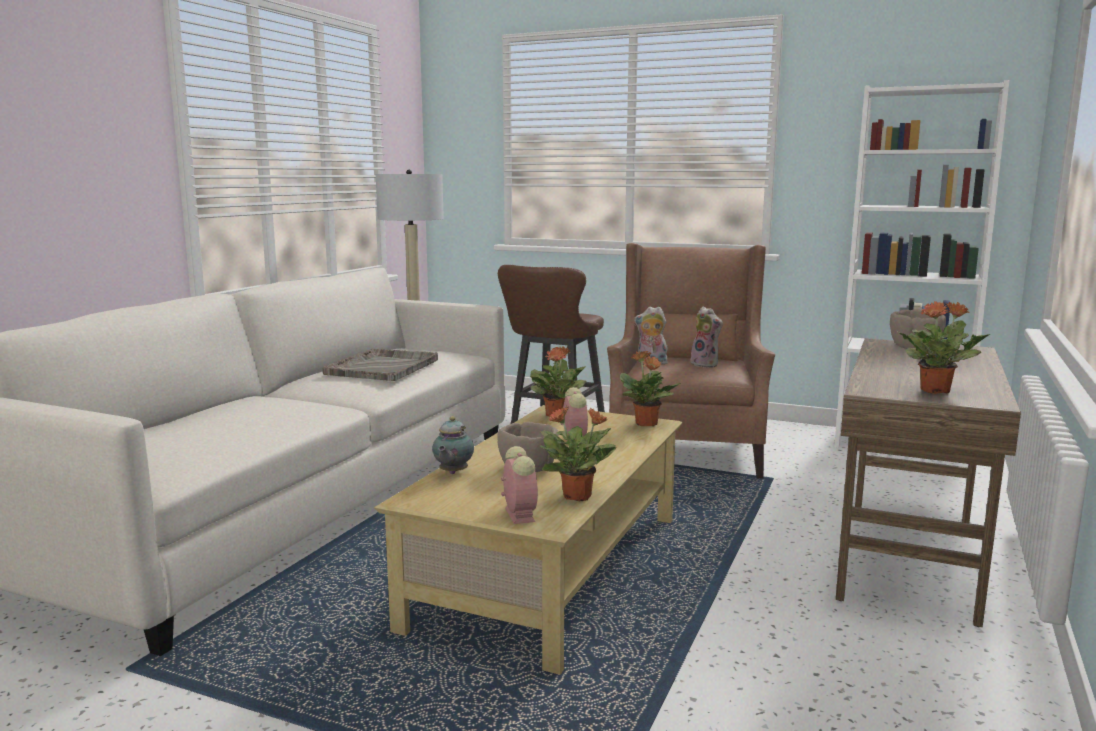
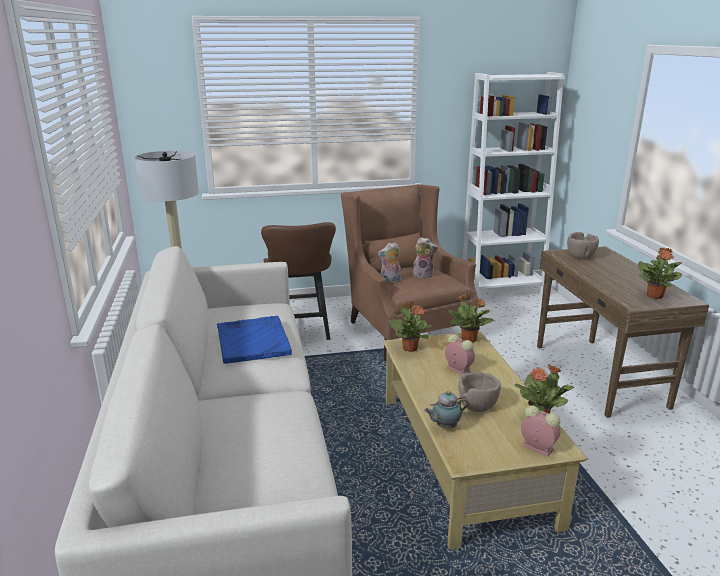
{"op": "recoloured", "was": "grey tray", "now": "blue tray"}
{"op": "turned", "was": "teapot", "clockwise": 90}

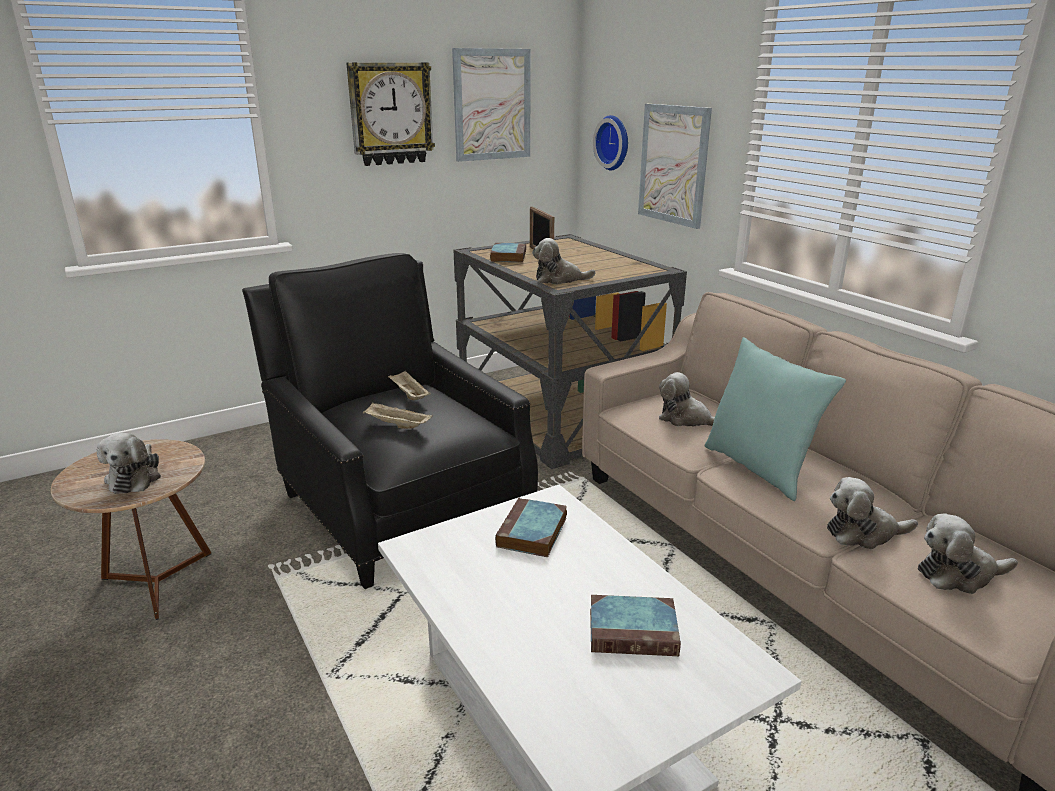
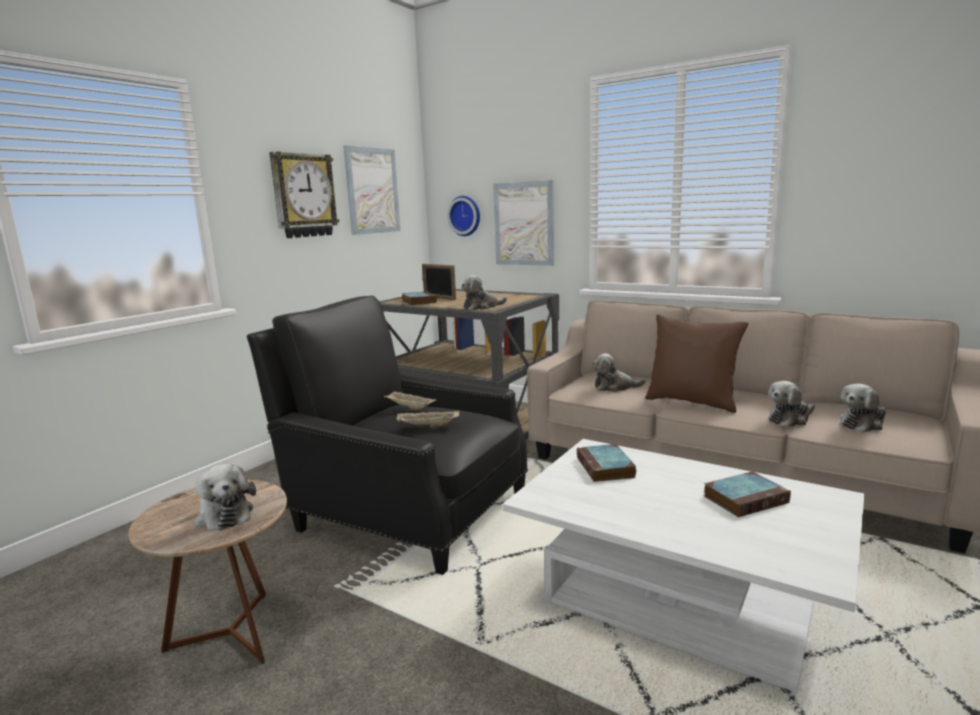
{"op": "recoloured", "was": "turquoise pillow", "now": "brown pillow"}

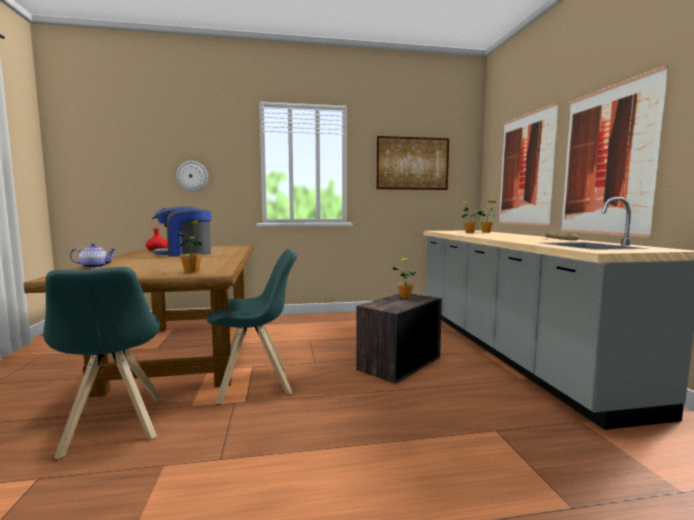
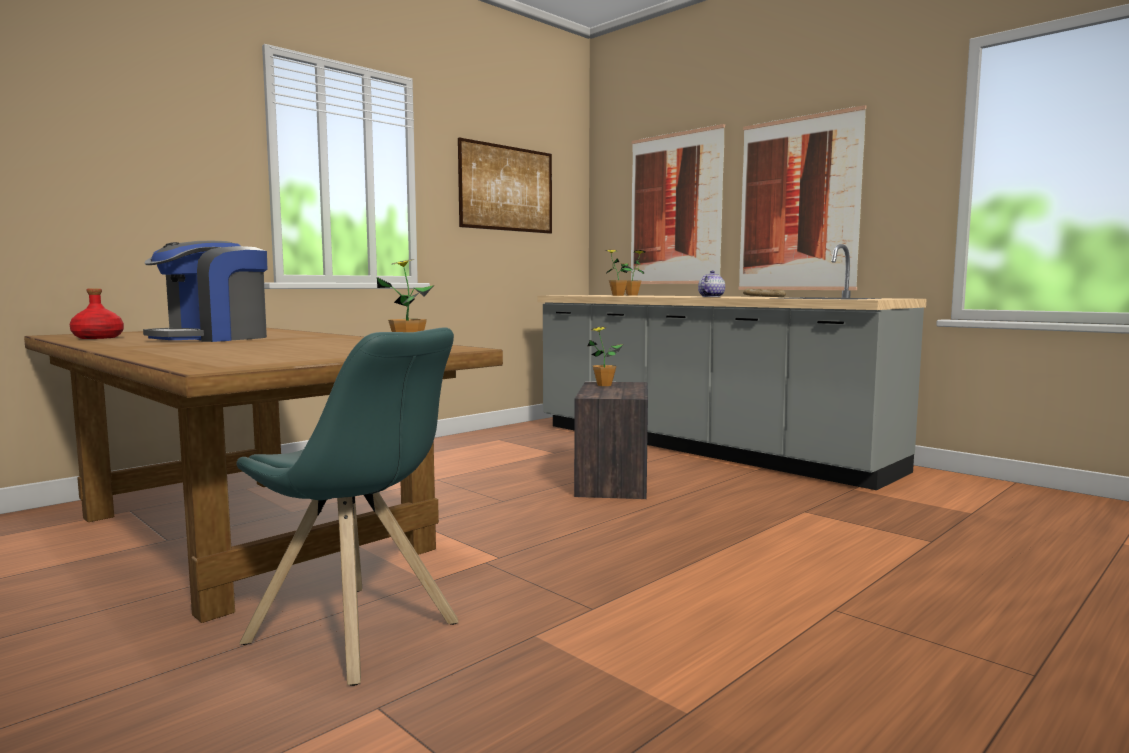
{"op": "removed", "was": "wall clock"}
{"op": "moved", "was": "teapot"}
{"op": "removed", "was": "turquoise chair (2nd from left)"}

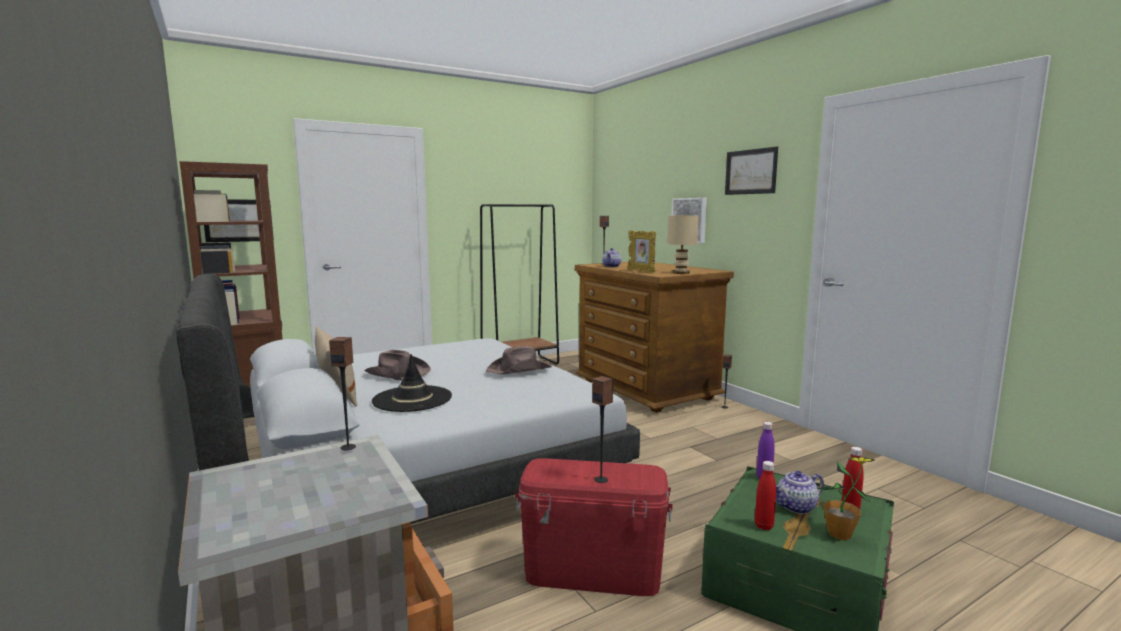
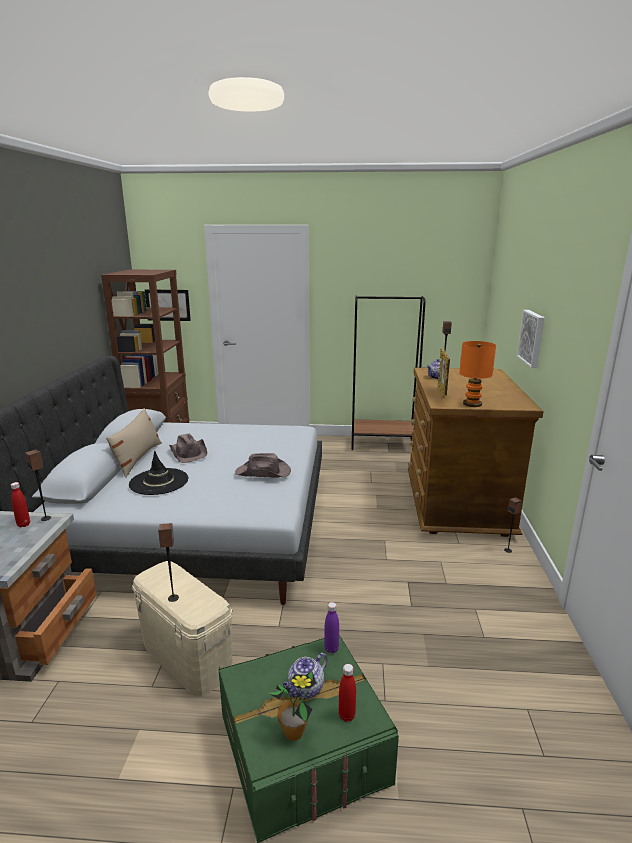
{"op": "removed", "was": "picture (3rd from left)"}
{"op": "recoloured", "was": "beige table lamp", "now": "orange table lamp"}
{"op": "recoloured", "was": "red storage box", "now": "beige storage box"}
{"op": "moved", "was": "red bottle (1st from left)"}
{"op": "turned", "was": "teapot (2nd from left in the first image)", "clockwise": -60}

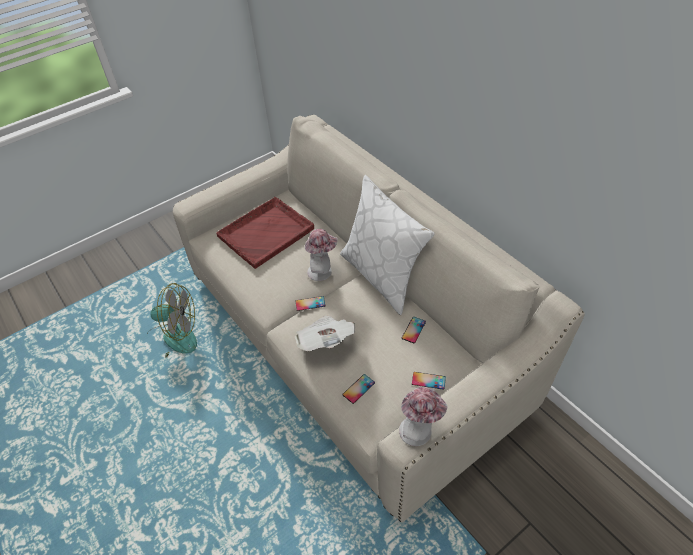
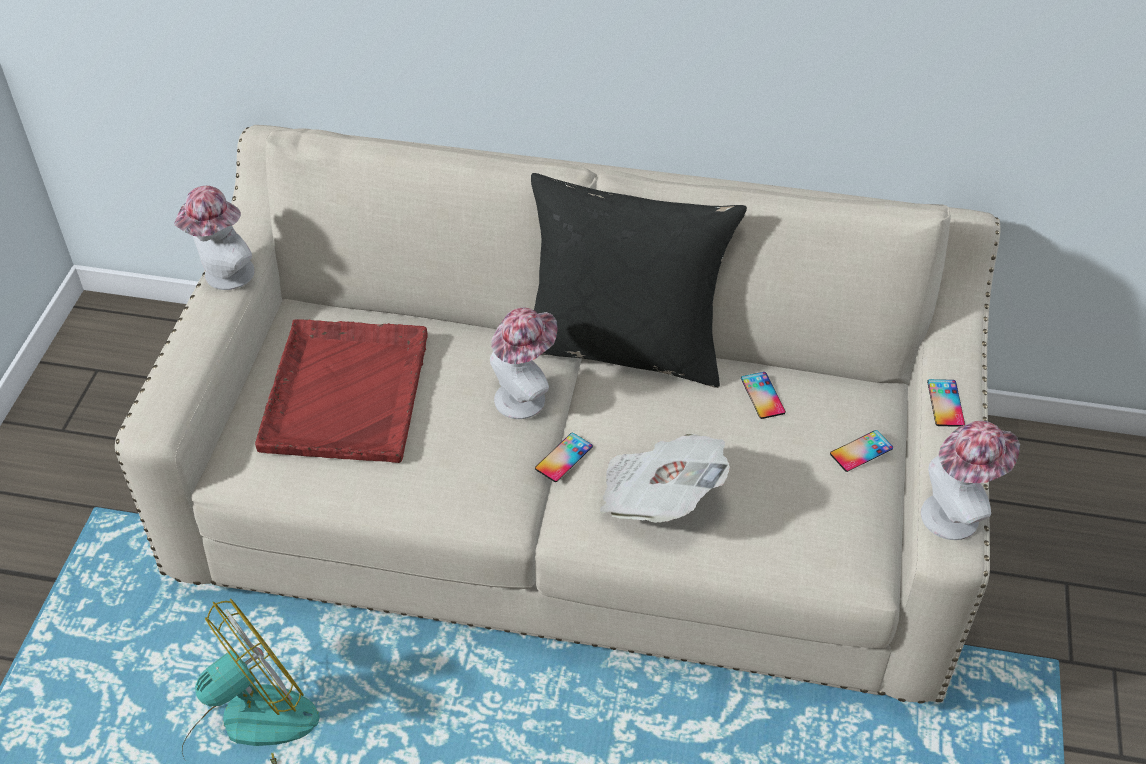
{"op": "recoloured", "was": "white pillow", "now": "black pillow"}
{"op": "moved", "was": "phone (2nd from left in the first image)", "now": "phone (4th from left)"}
{"op": "added", "now": "hat (1st from left)"}

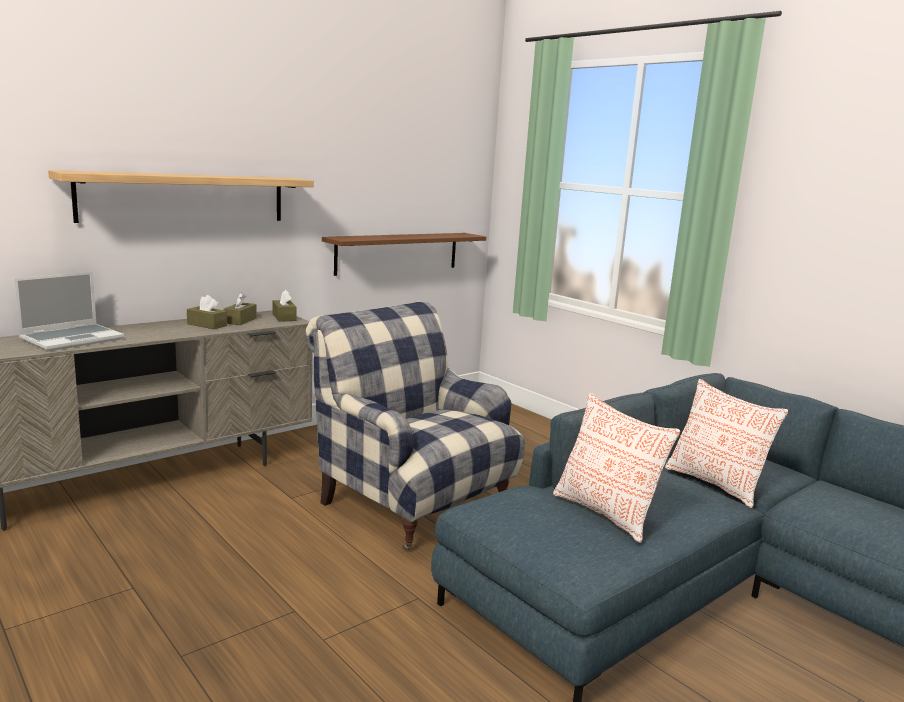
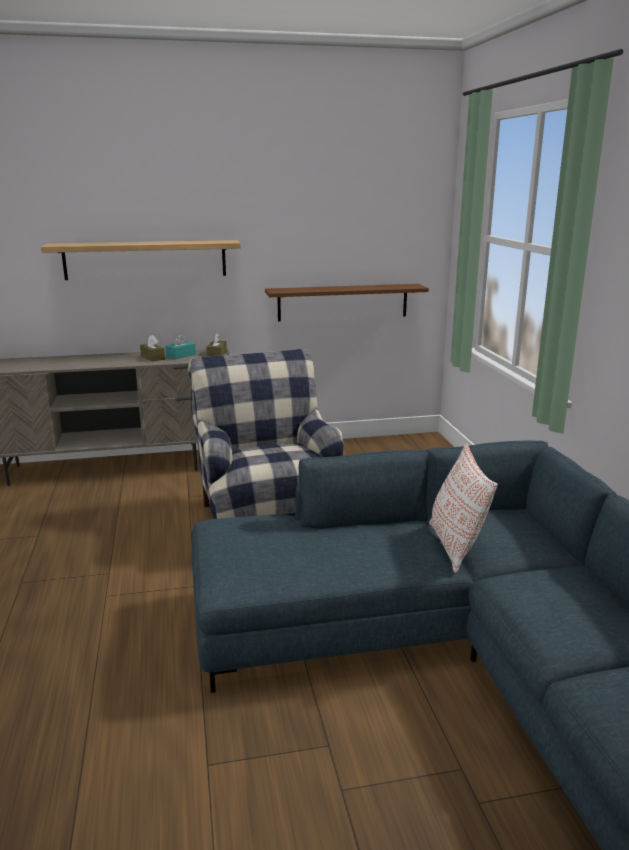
{"op": "removed", "was": "laptop"}
{"op": "recoloured", "was": "brown tissue box (2nd from left)", "now": "turquoise tissue box"}
{"op": "removed", "was": "white pillow (1st from left)"}

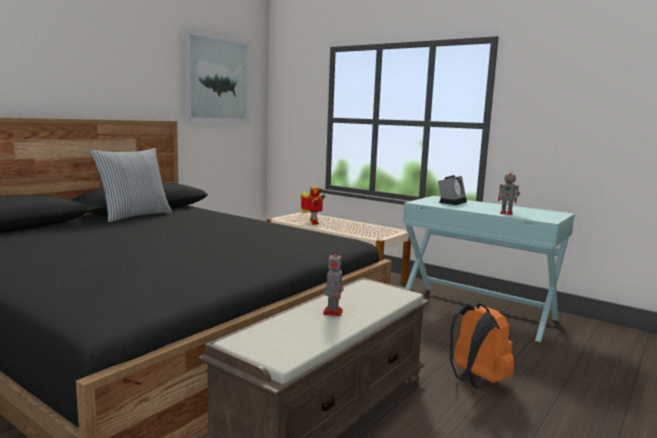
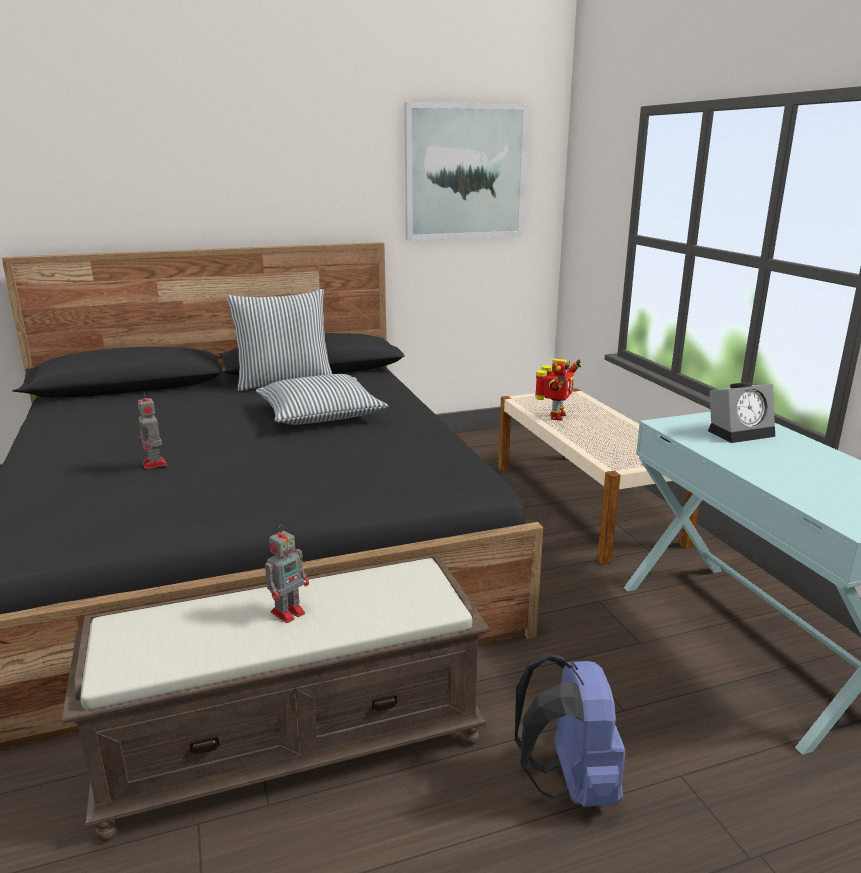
{"op": "moved", "was": "toy robot (3rd from left in the first image)", "now": "toy robot (1st from left)"}
{"op": "recoloured", "was": "orange backpack", "now": "blue backpack"}
{"op": "added", "now": "pillow (2nd from left)"}

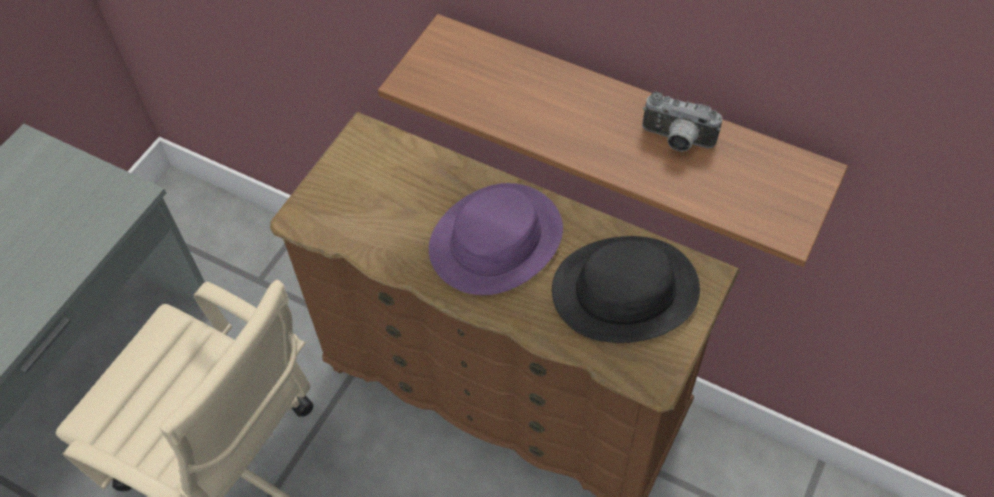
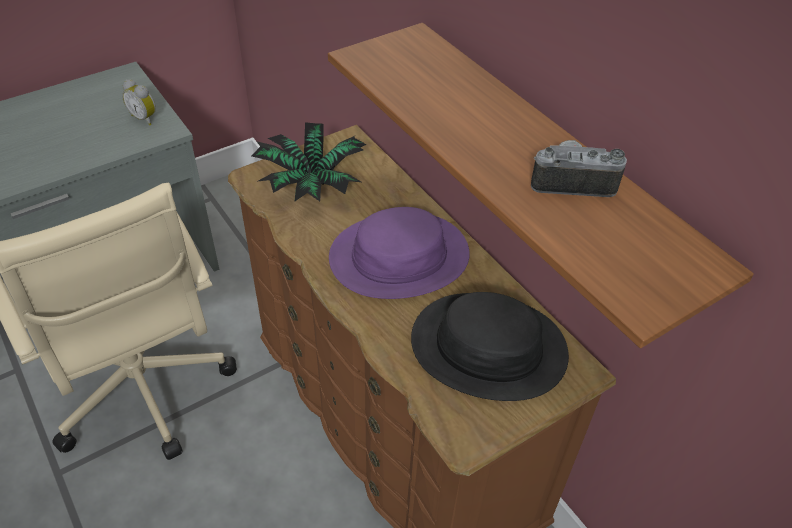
{"op": "turned", "was": "photo camera", "clockwise": 135}
{"op": "added", "now": "alarm clock"}
{"op": "added", "now": "potted plant"}

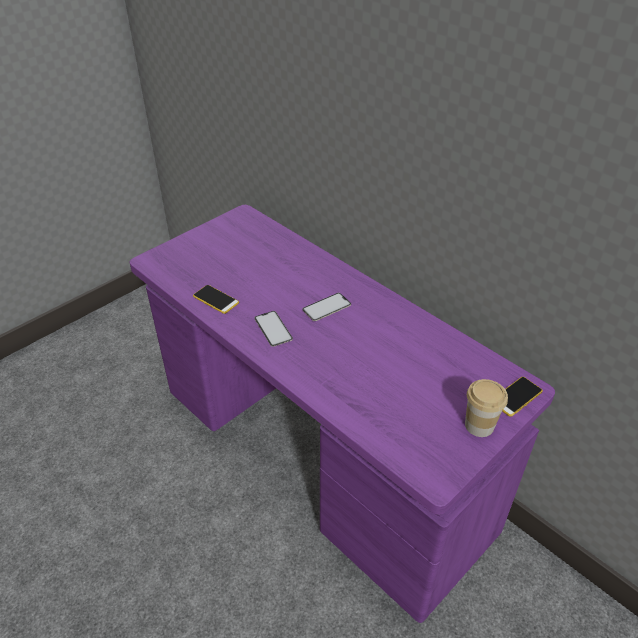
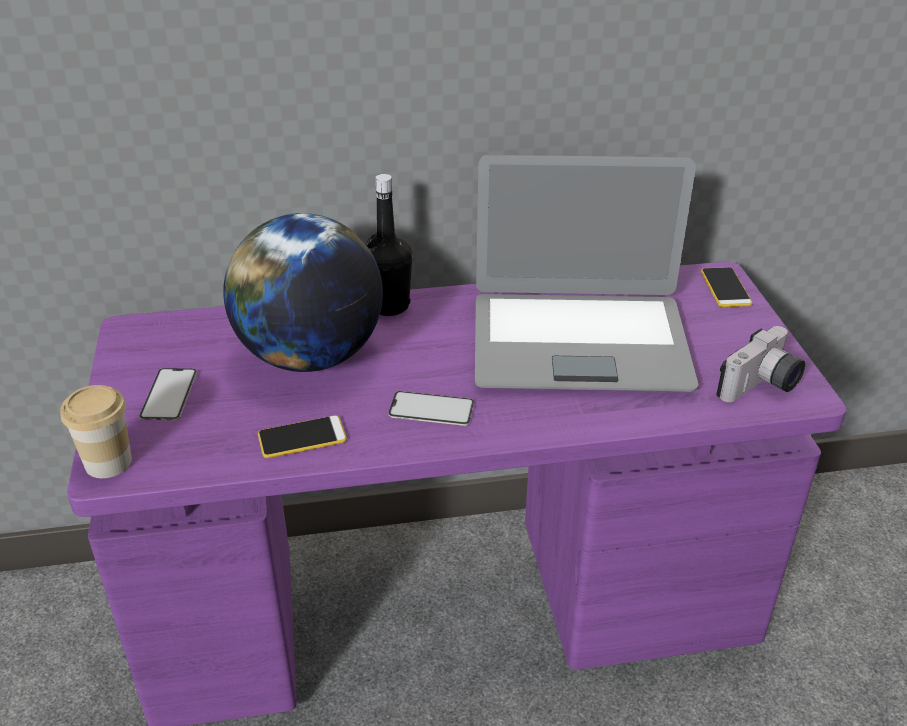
{"op": "moved", "was": "phone (3rd from left in the first image)", "now": "phone (1st from left)"}
{"op": "moved", "was": "cup"}
{"op": "added", "now": "laptop"}
{"op": "added", "now": "black bottle"}
{"op": "added", "now": "globe"}
{"op": "added", "now": "photo camera"}

